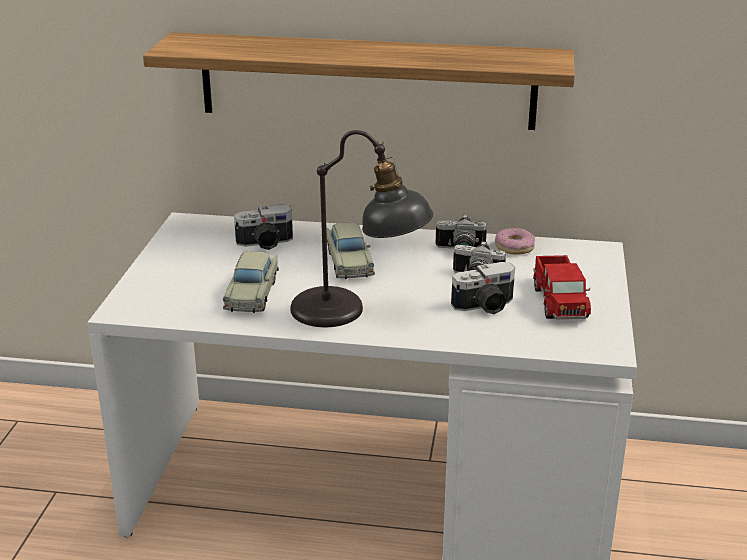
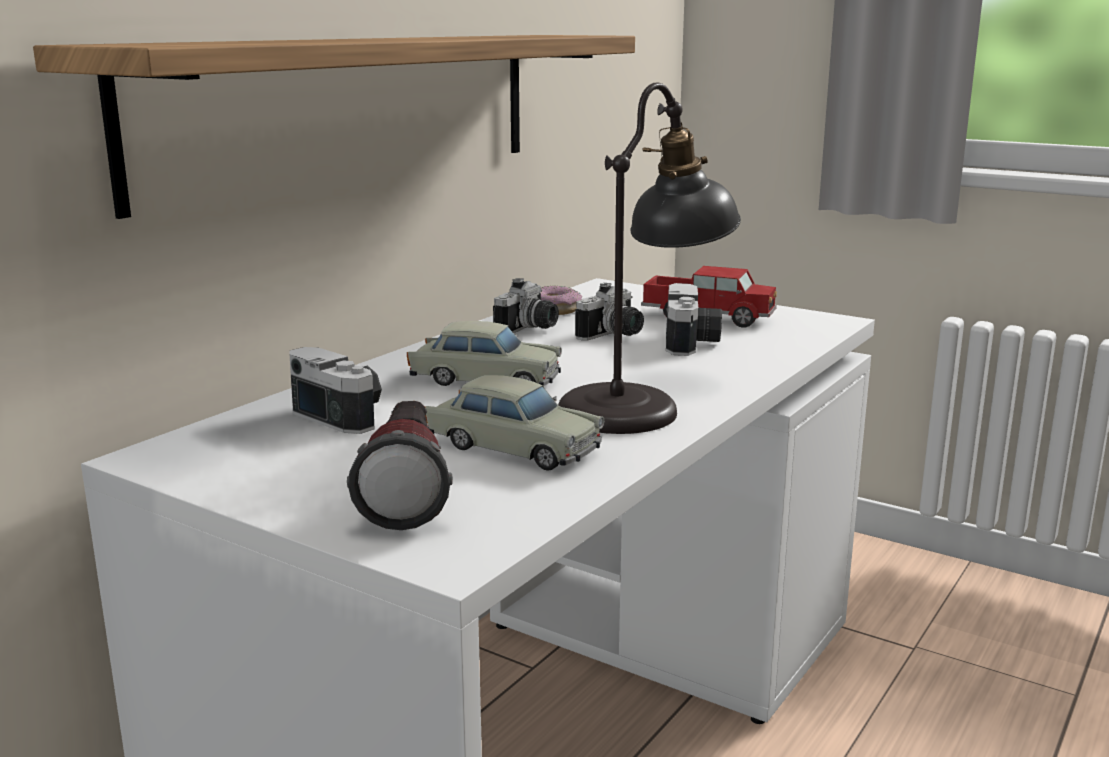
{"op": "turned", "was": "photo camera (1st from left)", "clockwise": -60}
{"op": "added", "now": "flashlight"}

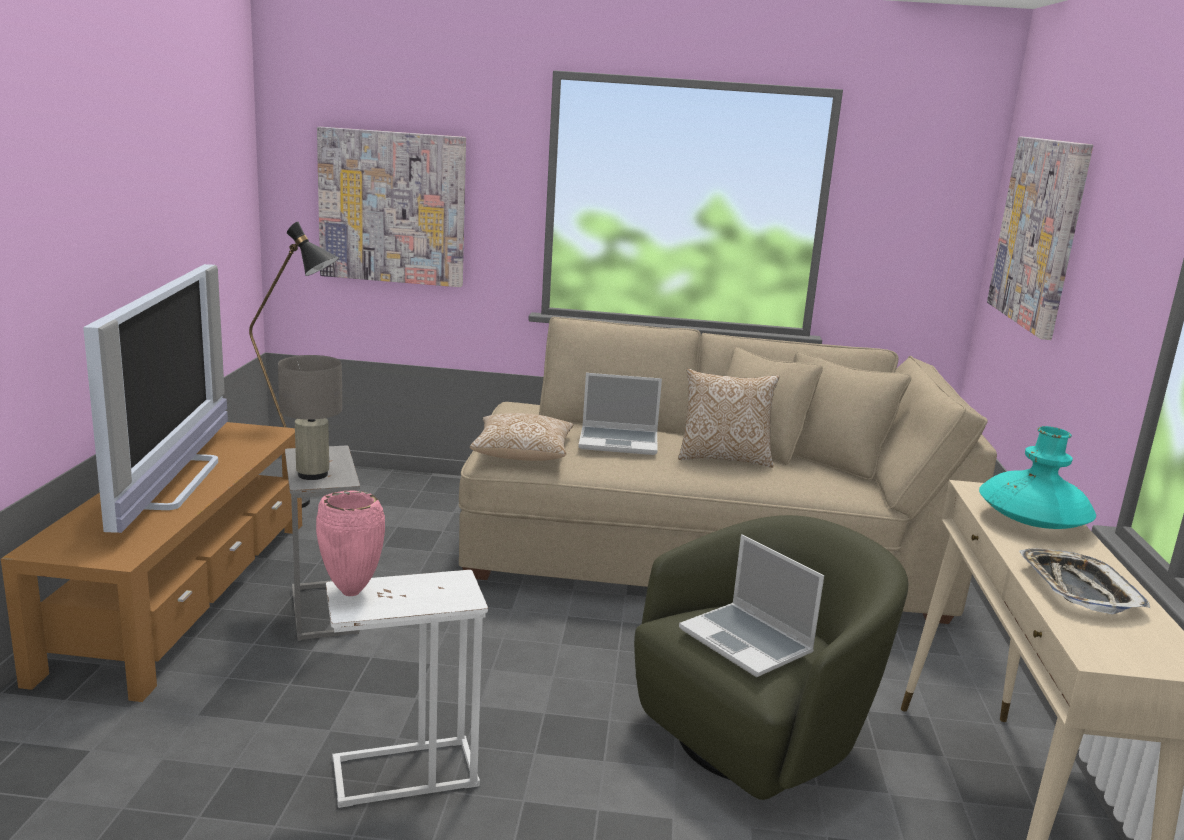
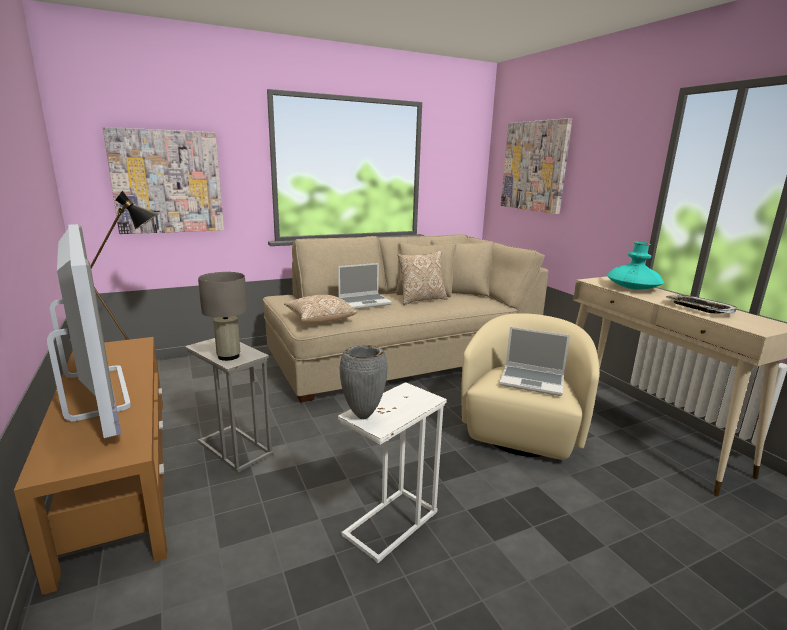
{"op": "recoloured", "was": "pink vase", "now": "grey vase"}
{"op": "recoloured", "was": "green armchair", "now": "beige armchair"}

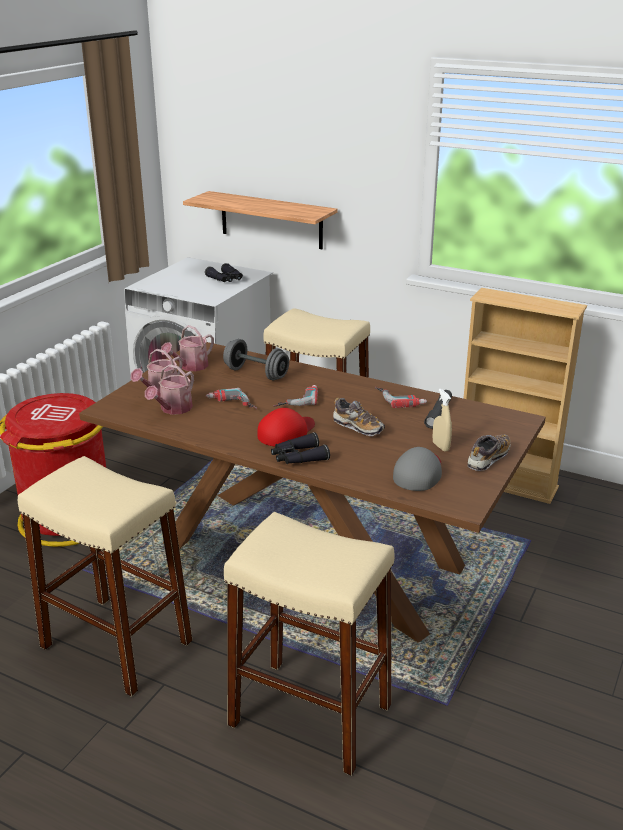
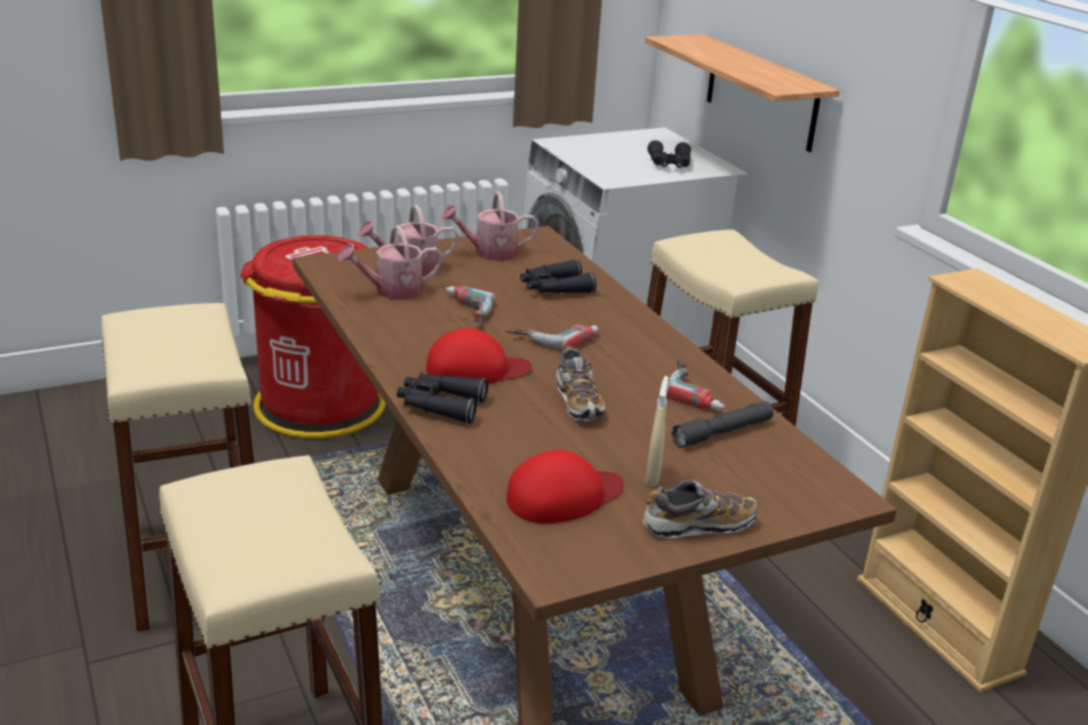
{"op": "replaced", "was": "grey dumbbell", "now": "black binoculars (2nd from left)"}
{"op": "recoloured", "was": "grey cap", "now": "red cap (2nd from left)"}

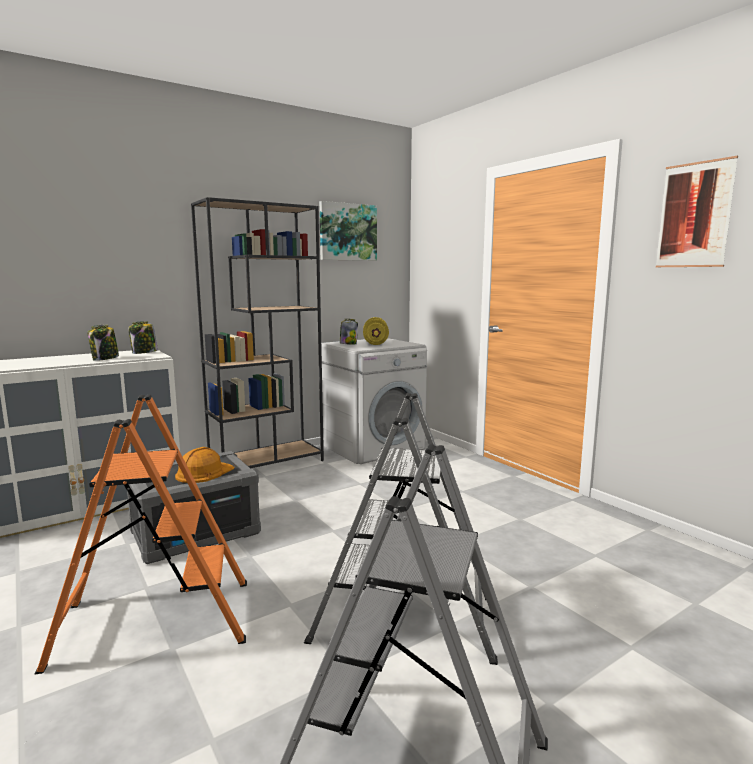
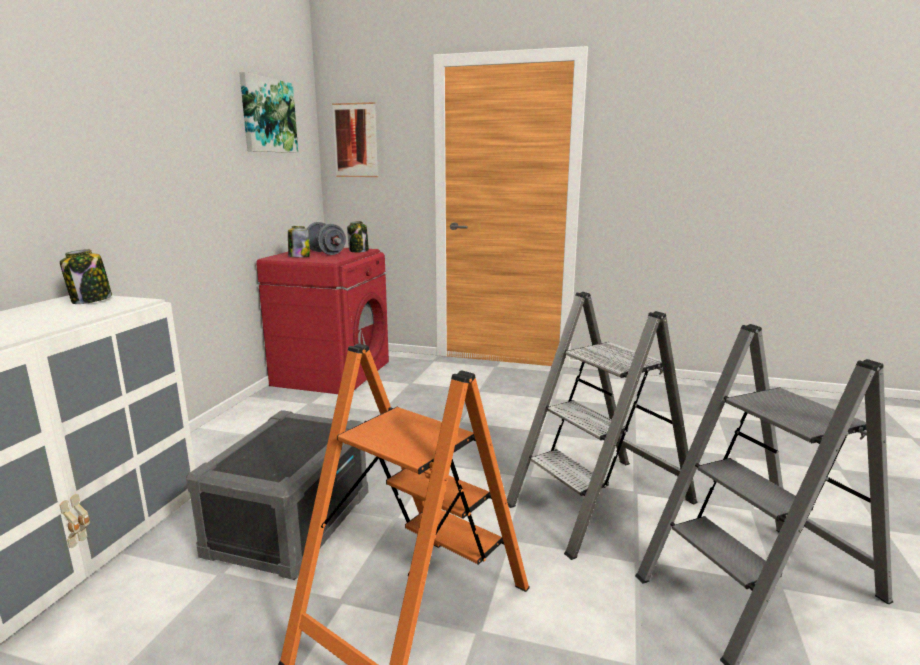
{"op": "moved", "was": "picture (2nd from left)"}
{"op": "removed", "was": "bookcase"}
{"op": "recoloured", "was": "yellow dumbbell", "now": "grey dumbbell"}
{"op": "moved", "was": "jar (1st from left in the first image)", "now": "jar (3rd from left)"}
{"op": "recoloured", "was": "white washing machine", "now": "red washing machine"}
{"op": "removed", "was": "orange hard hat"}

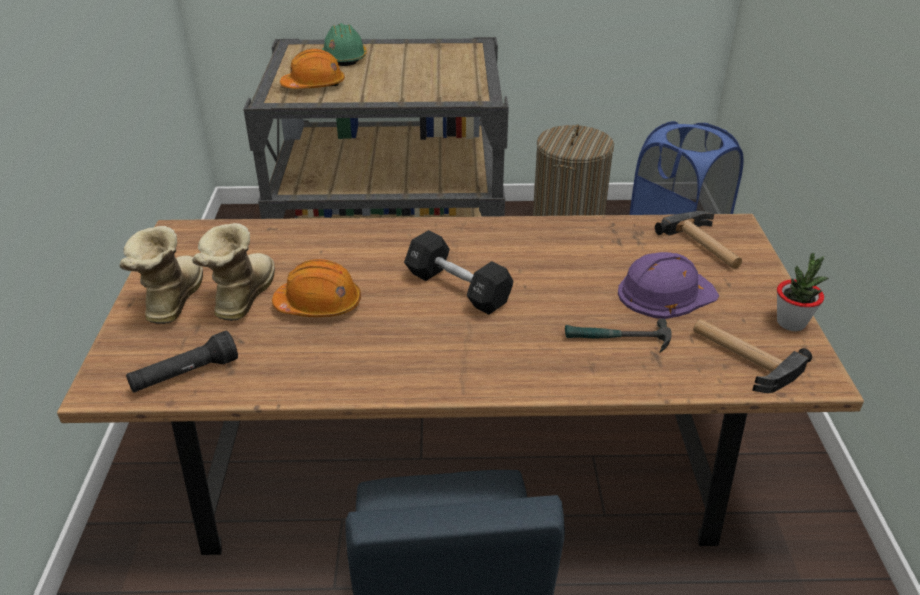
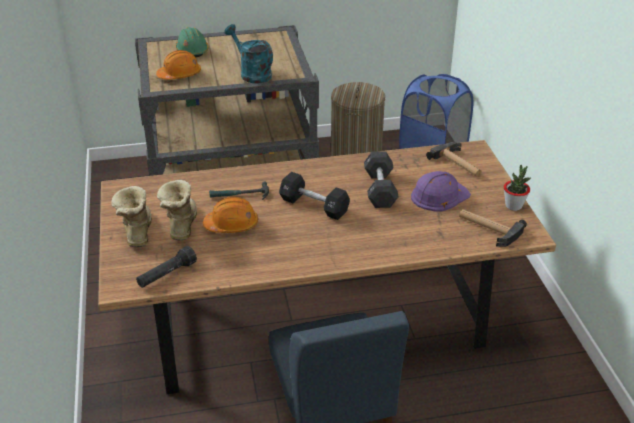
{"op": "moved", "was": "hammer (1st from left)"}
{"op": "added", "now": "turquoise watering can"}
{"op": "added", "now": "black dumbbell (2nd from left)"}

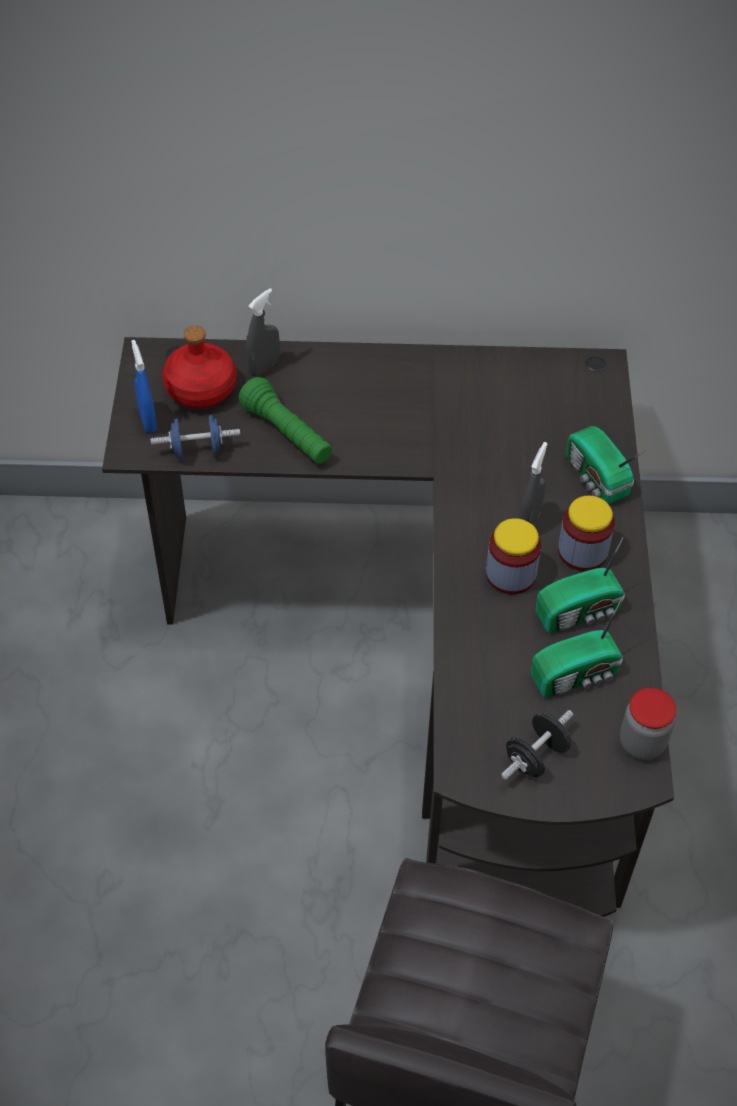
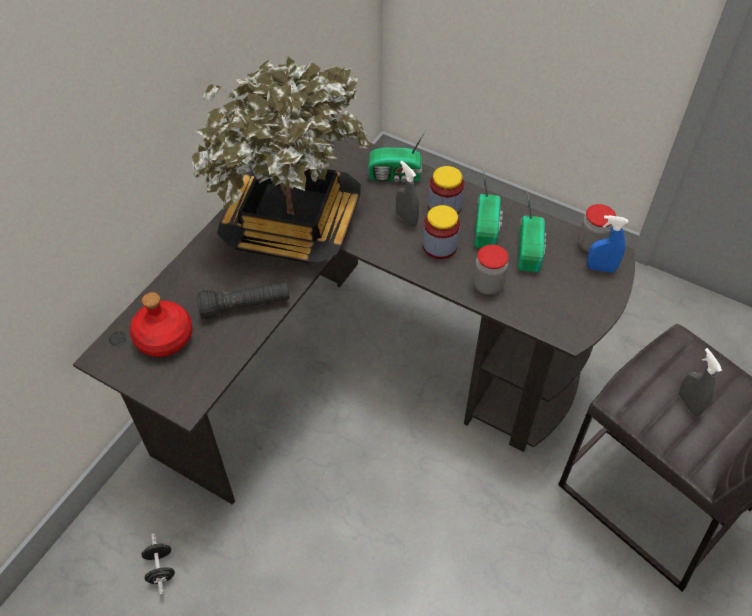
{"op": "moved", "was": "grey spray bottle (1st from left in the first image)", "now": "grey spray bottle (2nd from left)"}
{"op": "moved", "was": "blue spray bottle"}
{"op": "recoloured", "was": "green flashlight", "now": "black flashlight"}
{"op": "removed", "was": "blue dumbbell"}
{"op": "moved", "was": "black dumbbell"}
{"op": "added", "now": "potted plant"}
{"op": "added", "now": "jar (3rd from left)"}

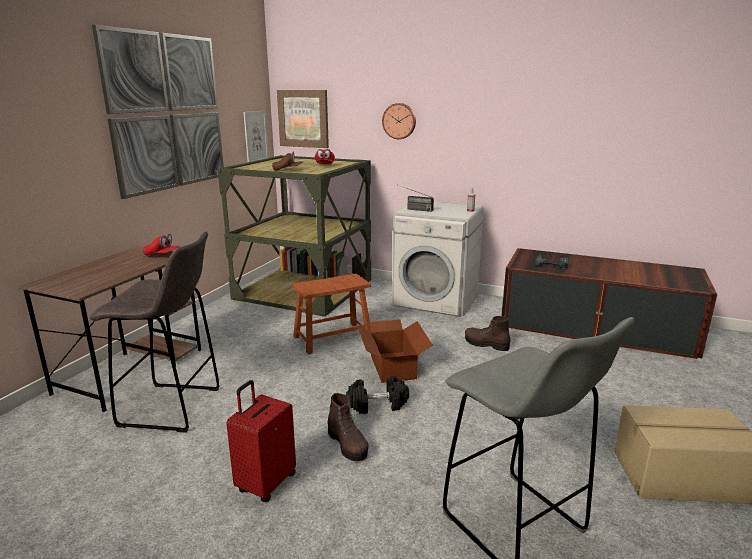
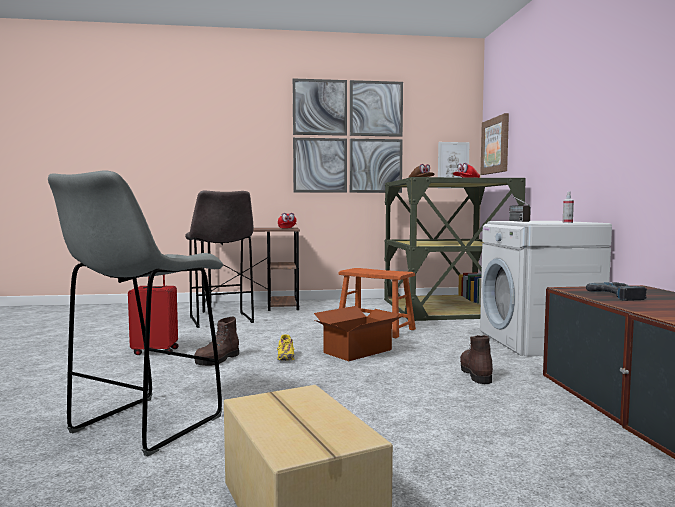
{"op": "removed", "was": "wall clock"}
{"op": "replaced", "was": "black dumbbell", "now": "yellow shoe"}

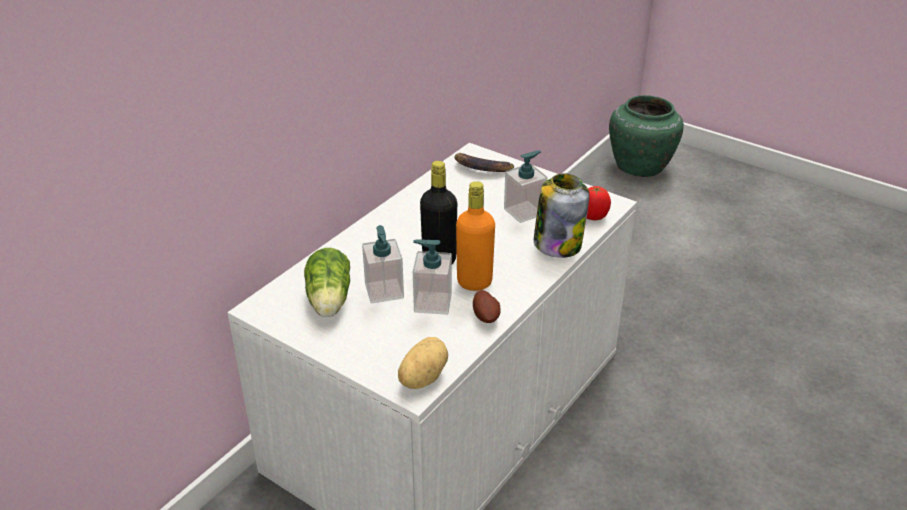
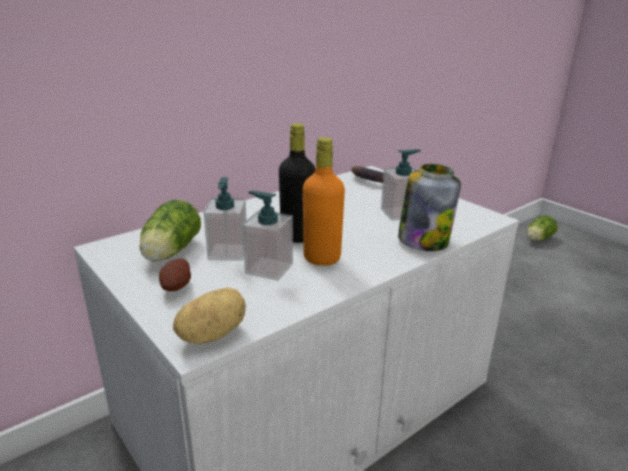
{"op": "replaced", "was": "green vase", "now": "lettuce (2nd from left)"}
{"op": "removed", "was": "tomato"}
{"op": "moved", "was": "potato (2nd from left in the first image)", "now": "potato (1st from left)"}

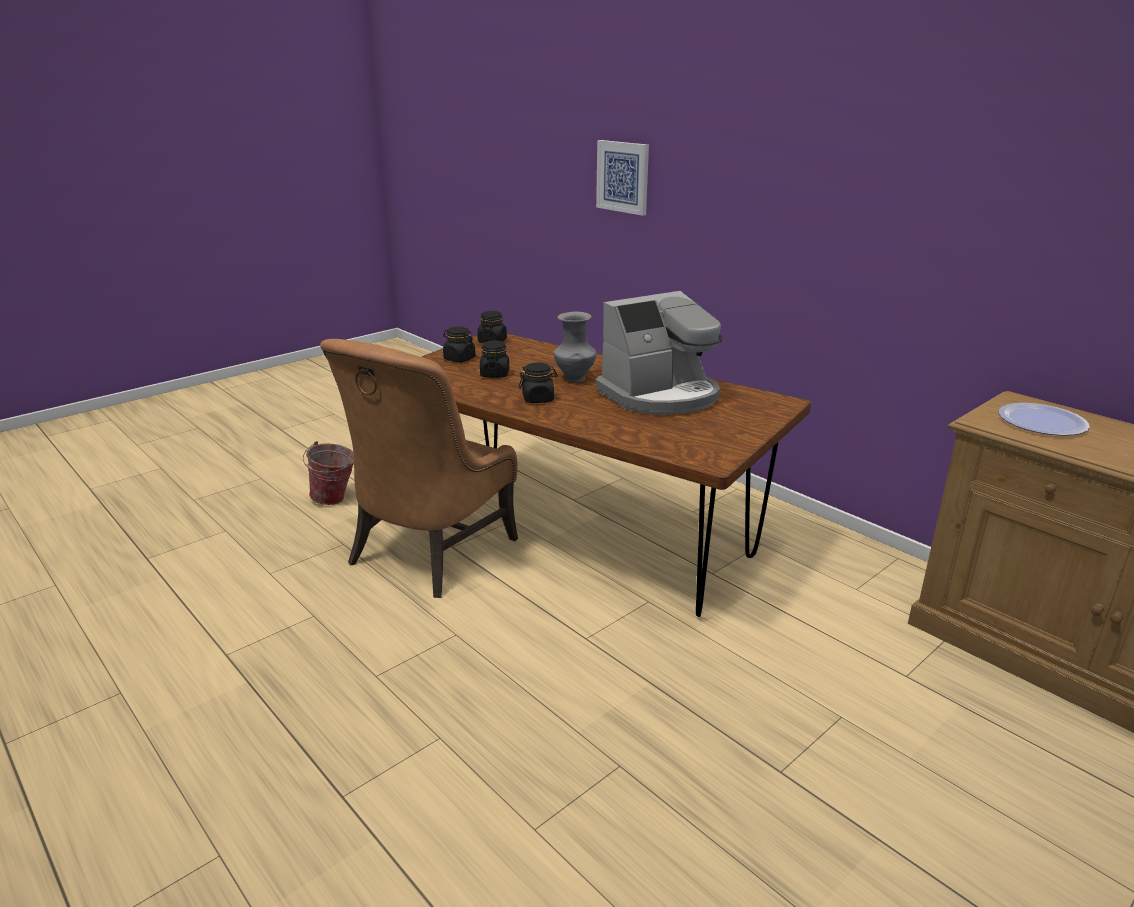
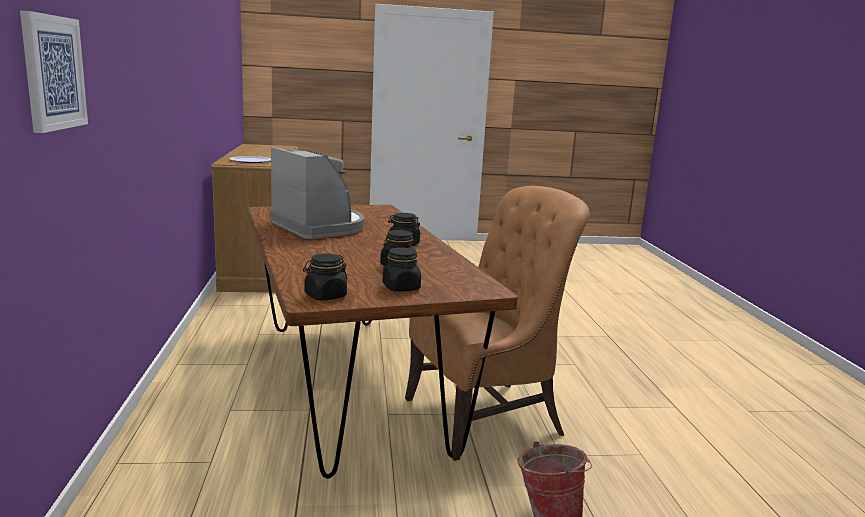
{"op": "turned", "was": "coffee machine", "clockwise": 45}
{"op": "removed", "was": "grey vase"}

